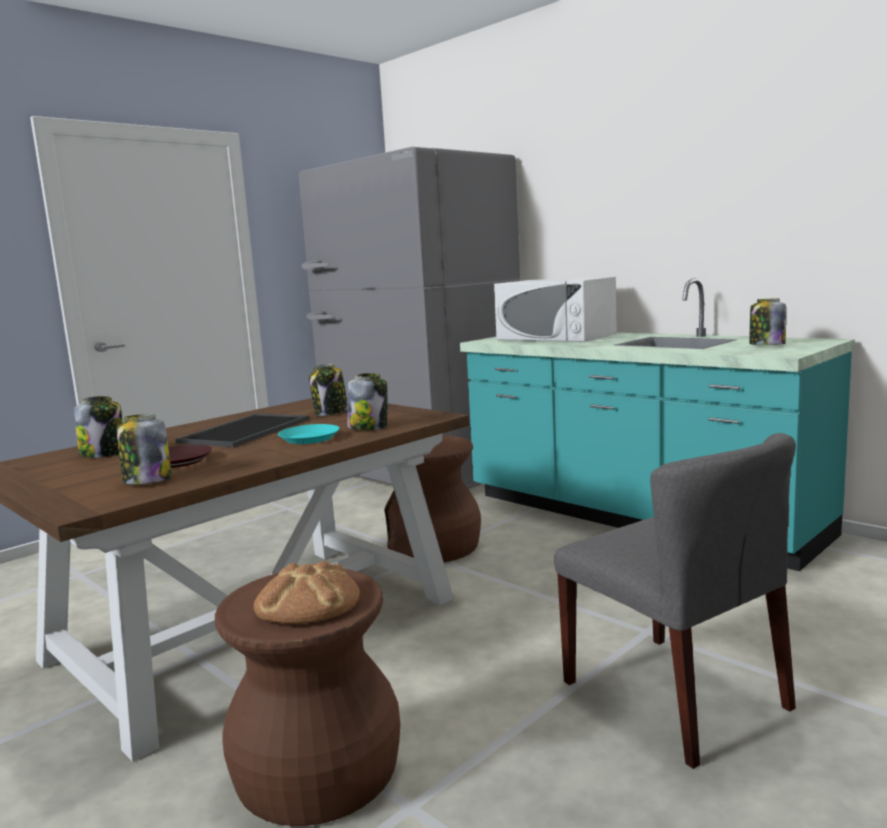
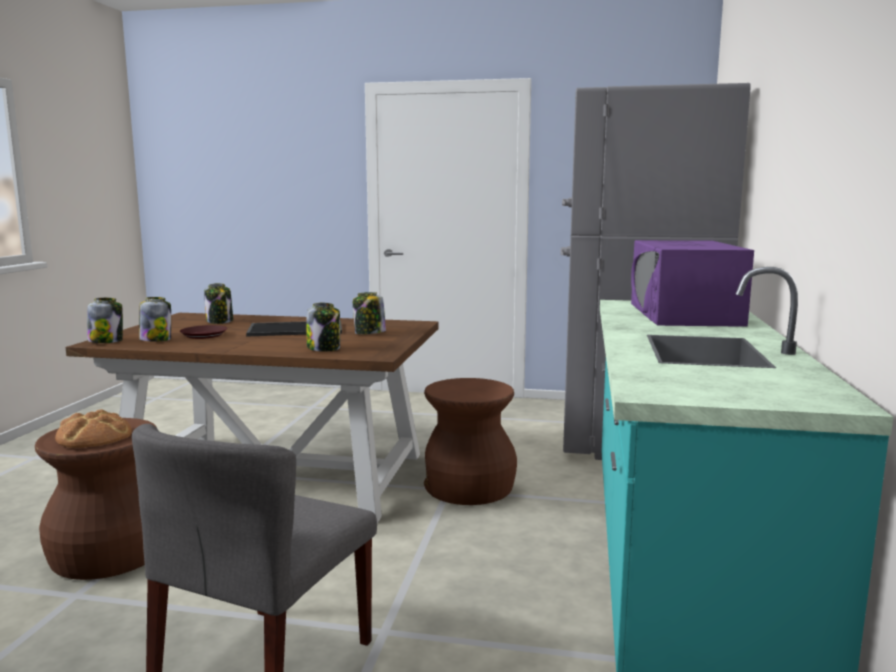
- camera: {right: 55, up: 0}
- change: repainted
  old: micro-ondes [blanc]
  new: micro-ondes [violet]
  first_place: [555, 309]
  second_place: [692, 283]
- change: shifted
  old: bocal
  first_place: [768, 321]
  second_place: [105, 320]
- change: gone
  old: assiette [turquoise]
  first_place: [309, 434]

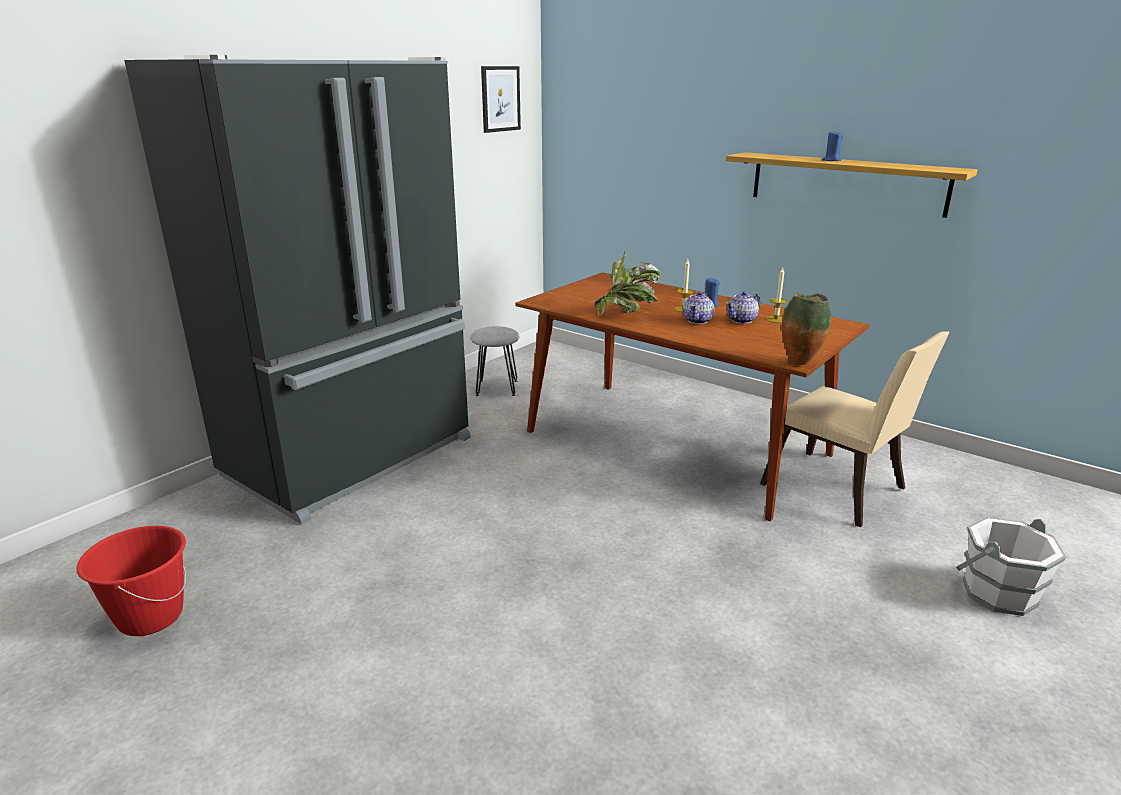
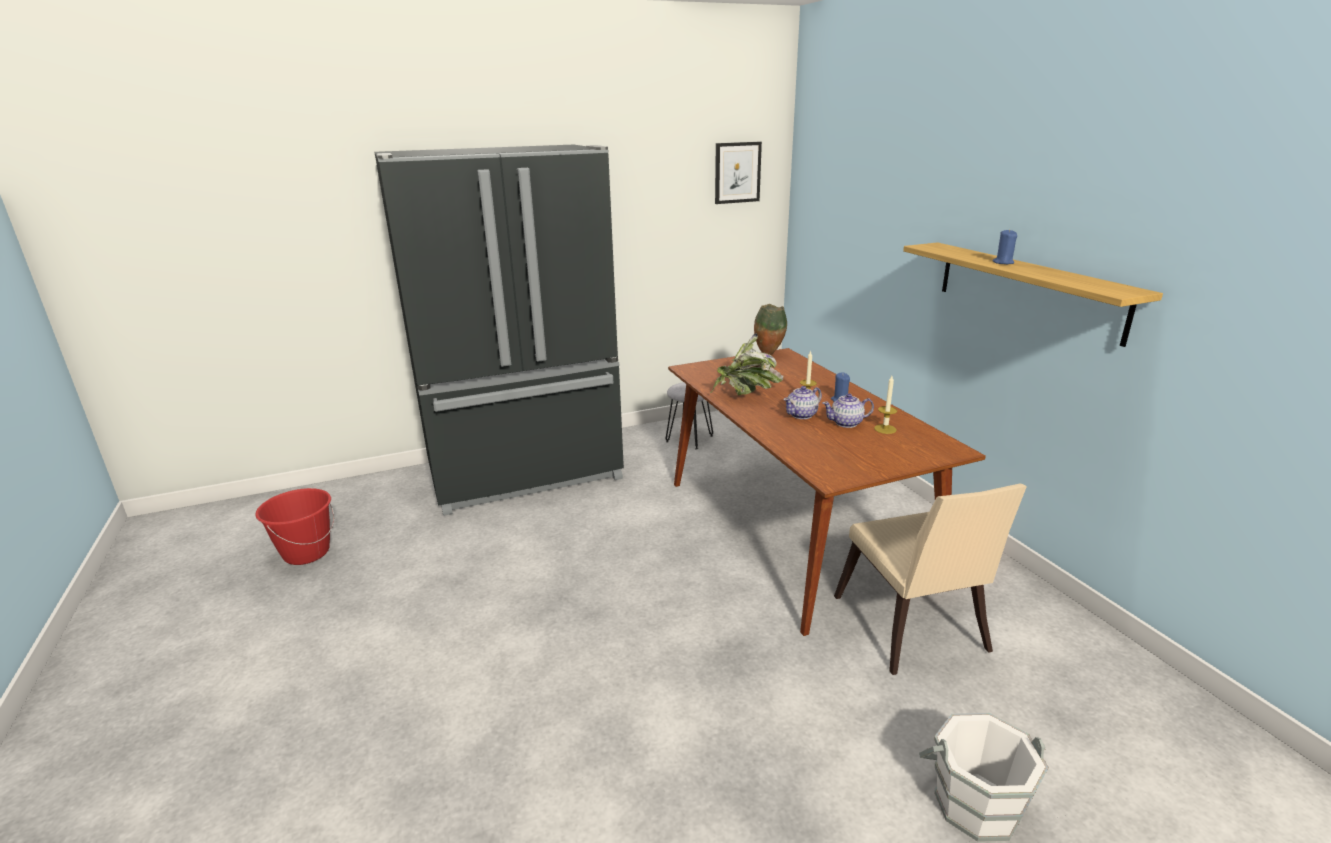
- camera: {right: 30, up: 0}
- change: shifted
  old: vase
  first_place: [806, 328]
  second_place: [770, 329]

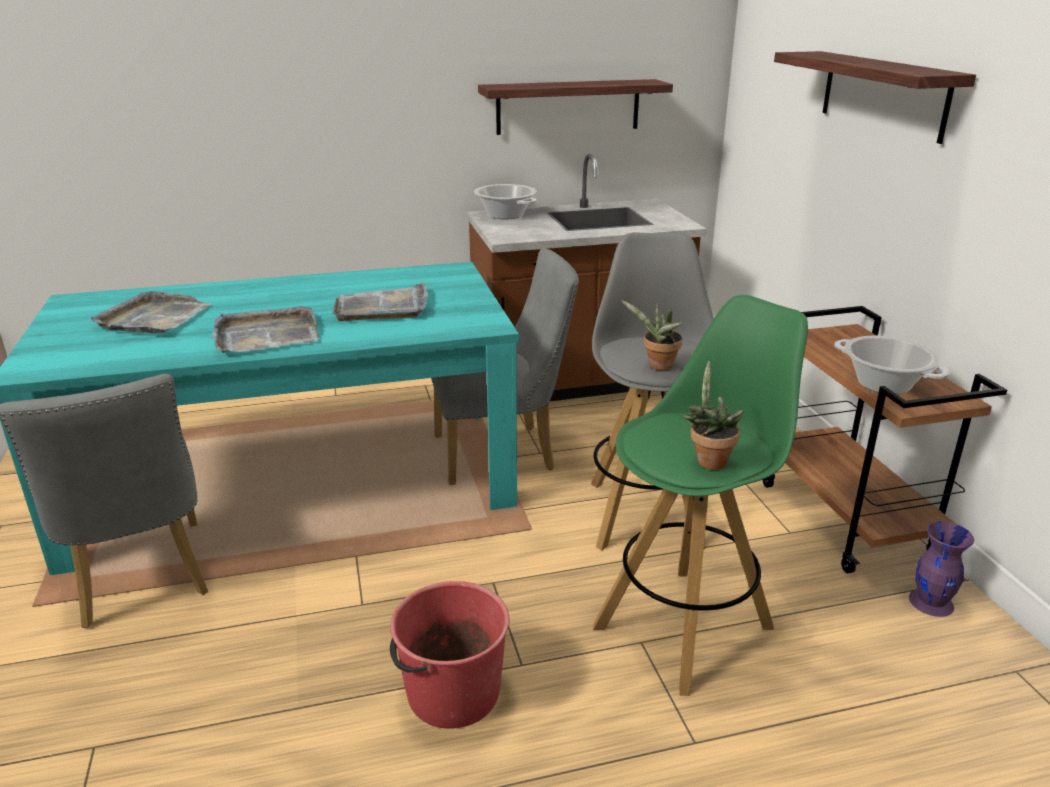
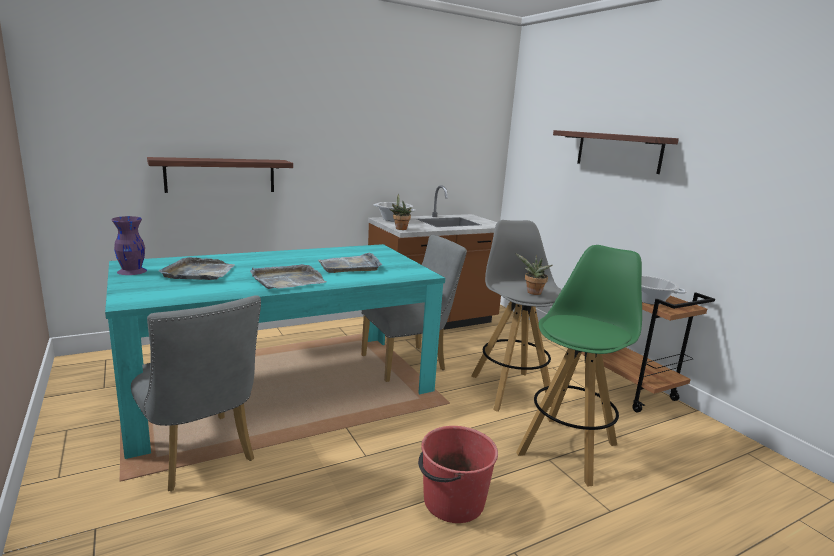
- camera: {right: -15, up: -10}
- change: shifted
  old: étagère
  first_place: [575, 107]
  second_place: [220, 175]
- change: shifted
  old: plante en pot
  first_place: [713, 415]
  second_place: [401, 212]
- change: shifted
  old: vase [violet]
  first_place: [941, 569]
  second_place: [129, 245]

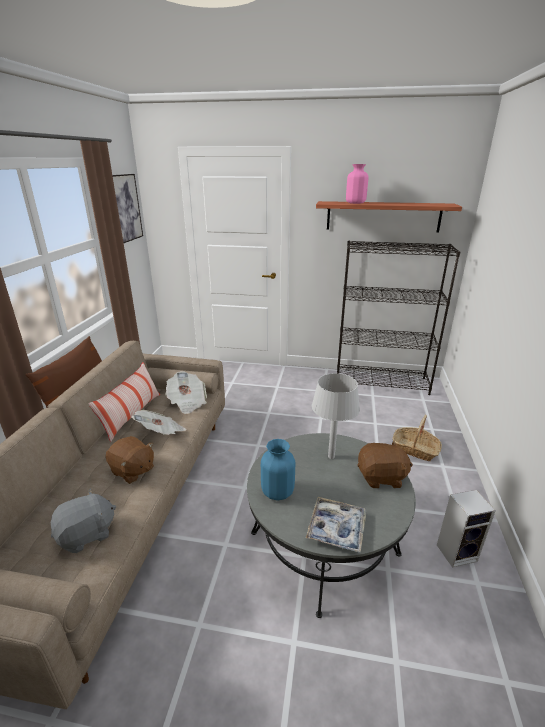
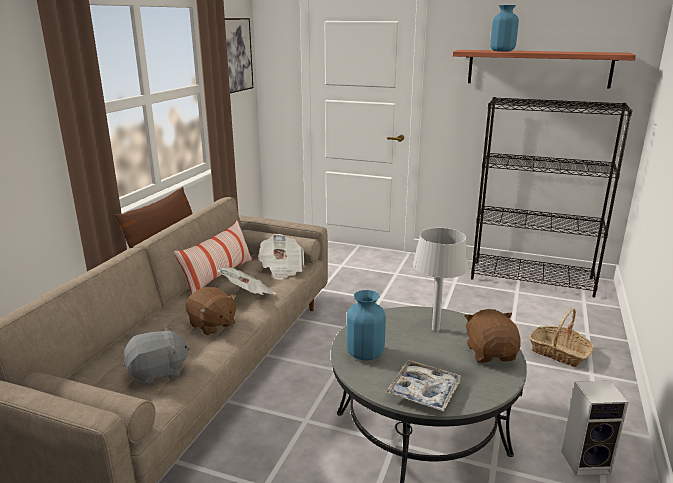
- camera: {right: 10, up: -5}
- change: repainted
  old: vase [rose]
  new: vase [bleu]
  first_place: [357, 184]
  second_place: [504, 28]
- change: rotated
  old: peluche [marron]
  first_place: [385, 464]
  second_place: [492, 336]
  degrees: -105

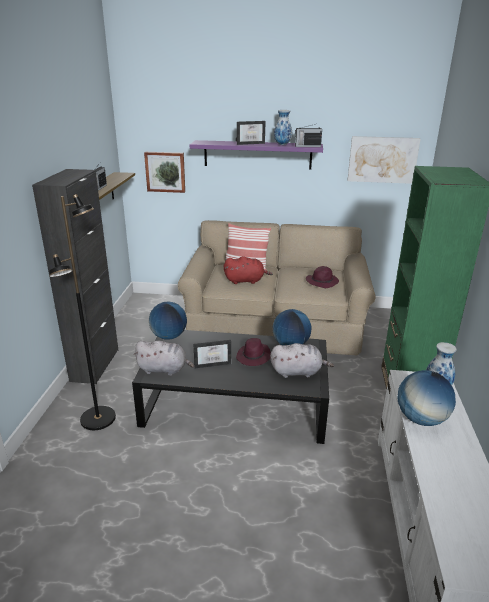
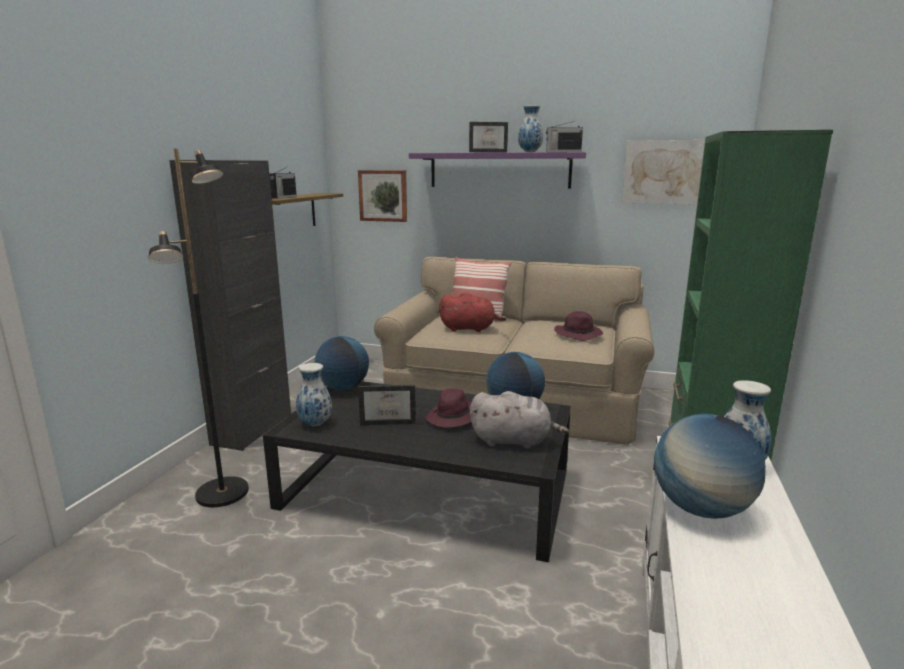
- camera: {right: 10, up: -10}
- change: swapped
  old: peluche [gris]
  new: vase
  first_place: [163, 358]
  second_place: [314, 394]

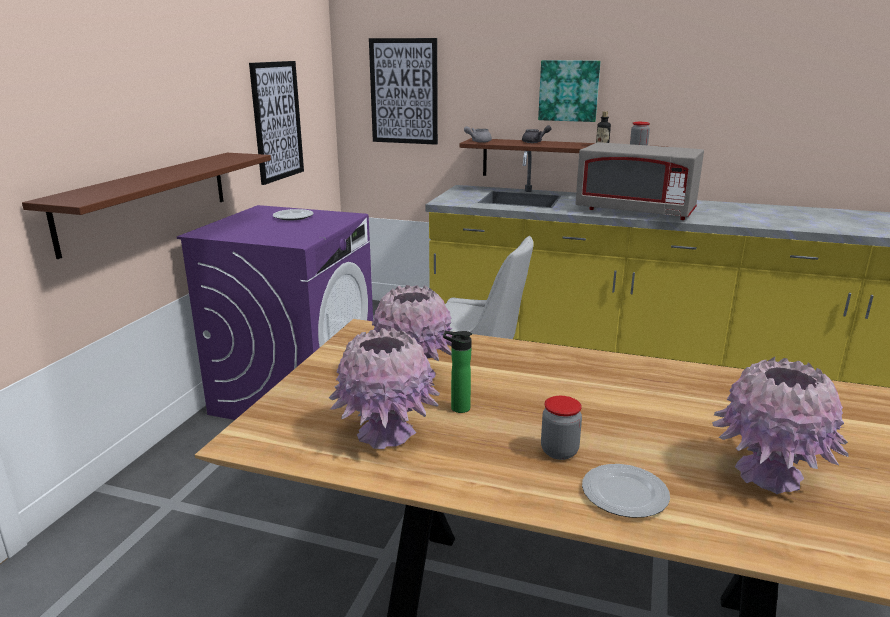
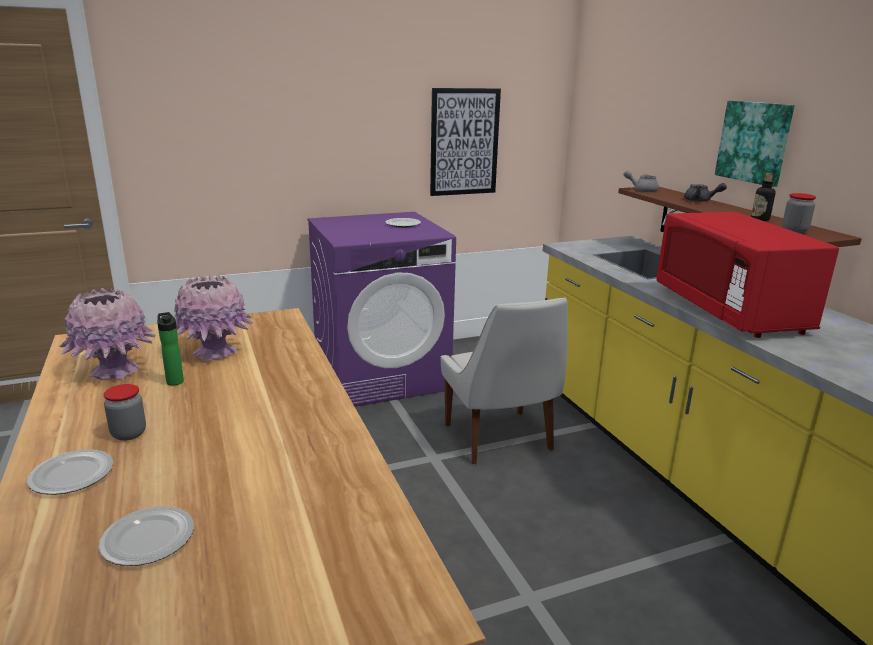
- camera: {right: 50, up: 0}
- change: gone
  old: tableau
  first_place: [403, 91]
- change: repainted
  old: micro-ondes [gris]
  new: micro-ondes [rouge]
  first_place: [639, 181]
  second_place: [748, 275]
- change: gone
  old: étagère [marron]
  first_place: [146, 206]
- change: swapped
  old: vase [rose]
  new: assiette
  first_place: [780, 425]
  second_place: [146, 536]

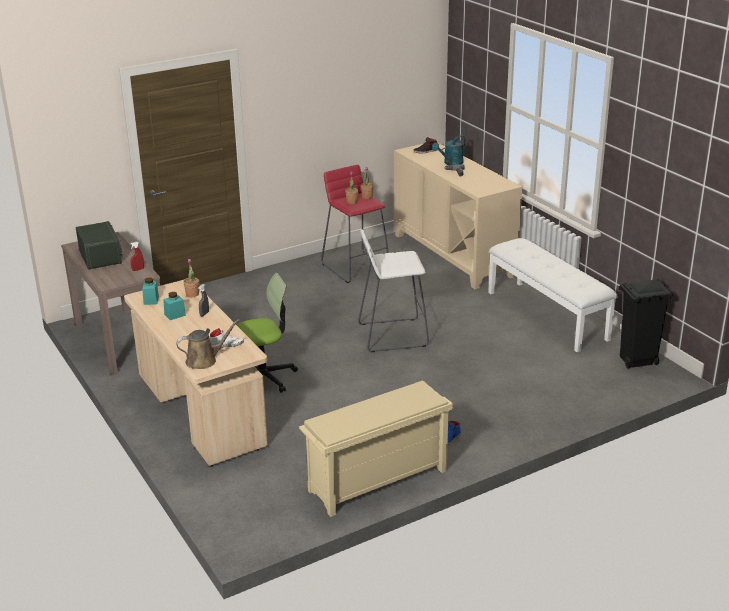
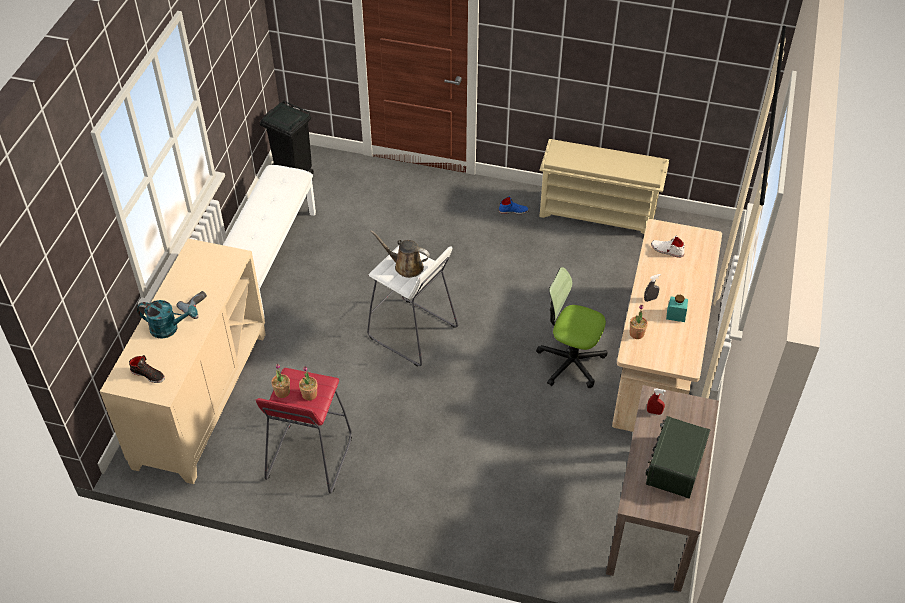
- camera: {right: -135, up: 20}
- change: gone
  old: bocal [turquoise]
  first_place: [150, 291]
- change: shifted
  old: arrosoir [marron]
  first_place: [208, 344]
  second_place: [400, 254]

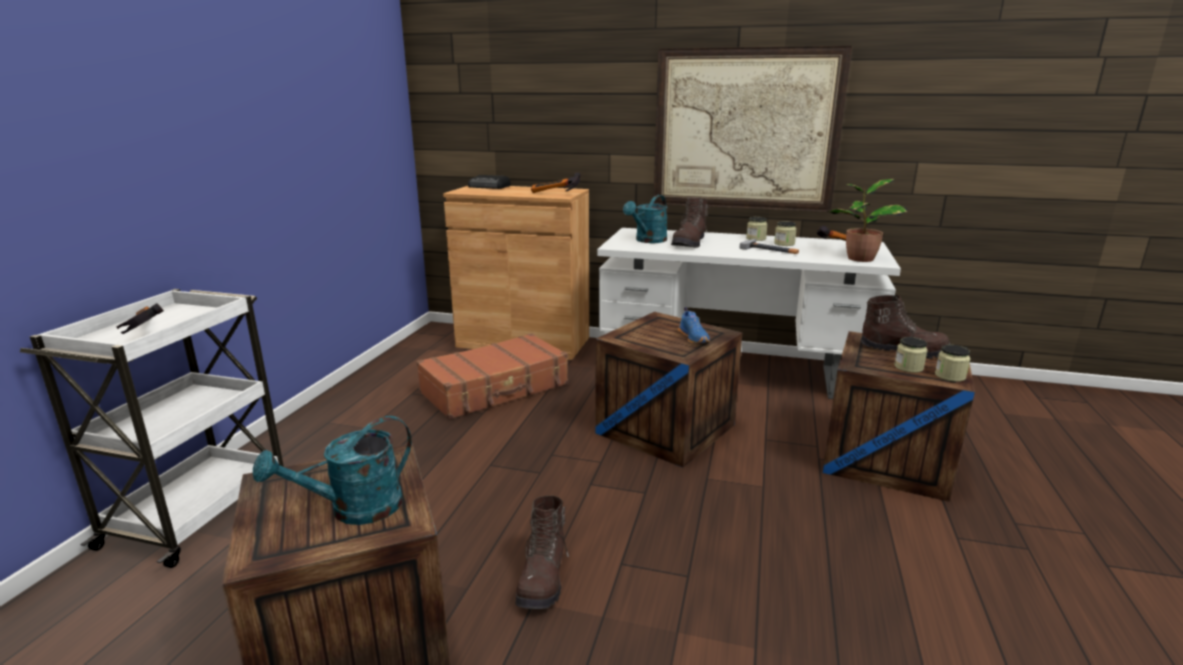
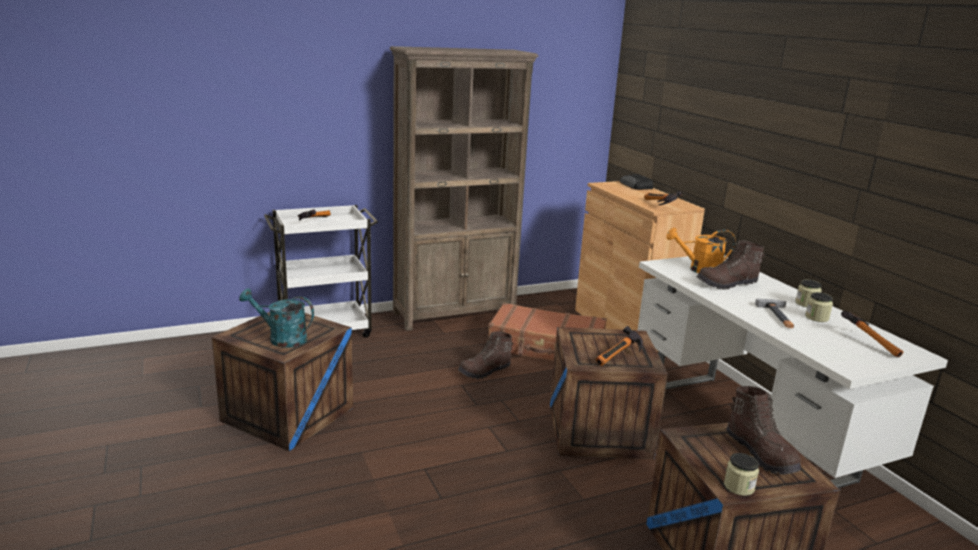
- camera: {right: 50, up: 0}
- change: gone
  old: tableau
  first_place: [752, 129]
- change: gone
  old: plante en pot
  first_place: [868, 220]
- change: repainted
  old: arrosoir [turquoise]
  new: arrosoir [orange]
  first_place: [645, 219]
  second_place: [700, 250]
- change: swapped
  old: chaussure [bleu]
  new: marteau
  first_place: [694, 325]
  second_place: [619, 346]
- change: gone
  old: bocal
  first_place: [911, 355]
- change: shifted
  old: botte [marron]
  first_place: [542, 552]
  second_place: [485, 355]
- change: new
  new: bibliothèque [marron]
  second_place: [464, 188]

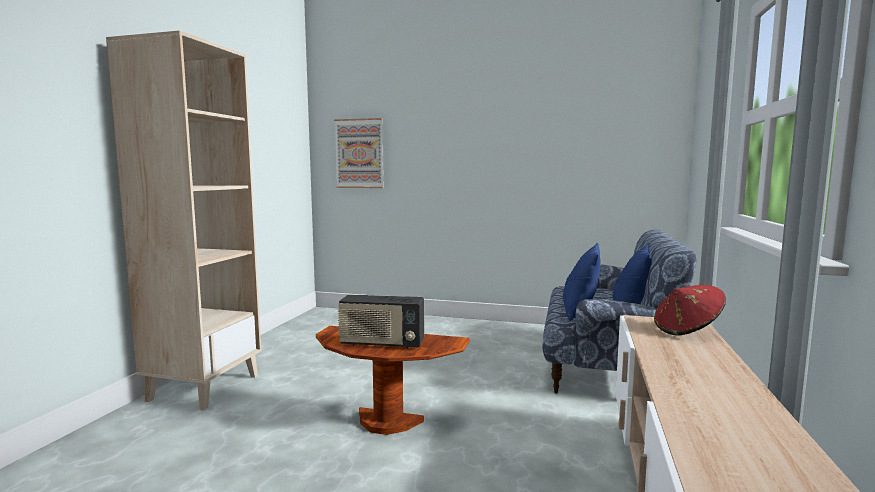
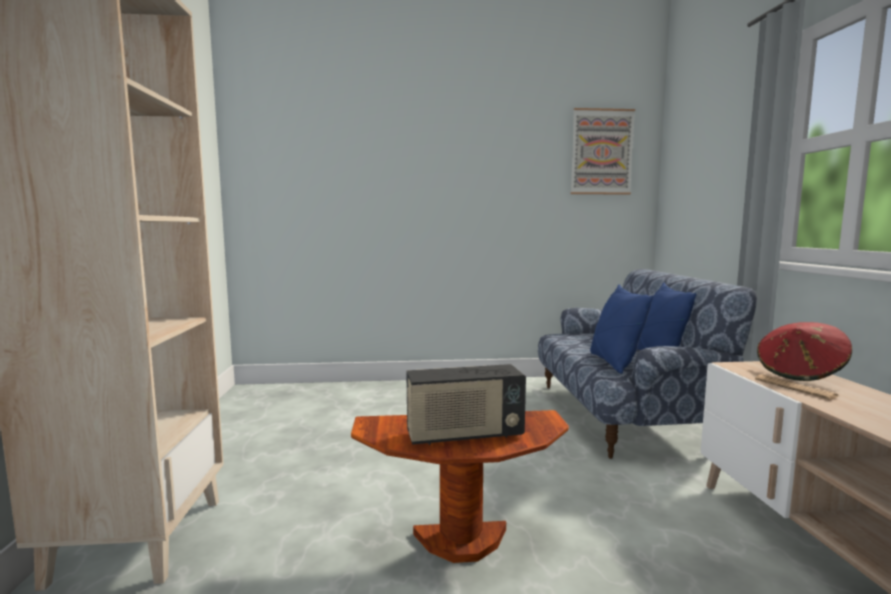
- camera: {right: -20, up: 0}
- change: shifted
  old: tableau
  first_place: [359, 153]
  second_place: [602, 151]
- change: new
  new: journal
  second_place: [797, 387]

